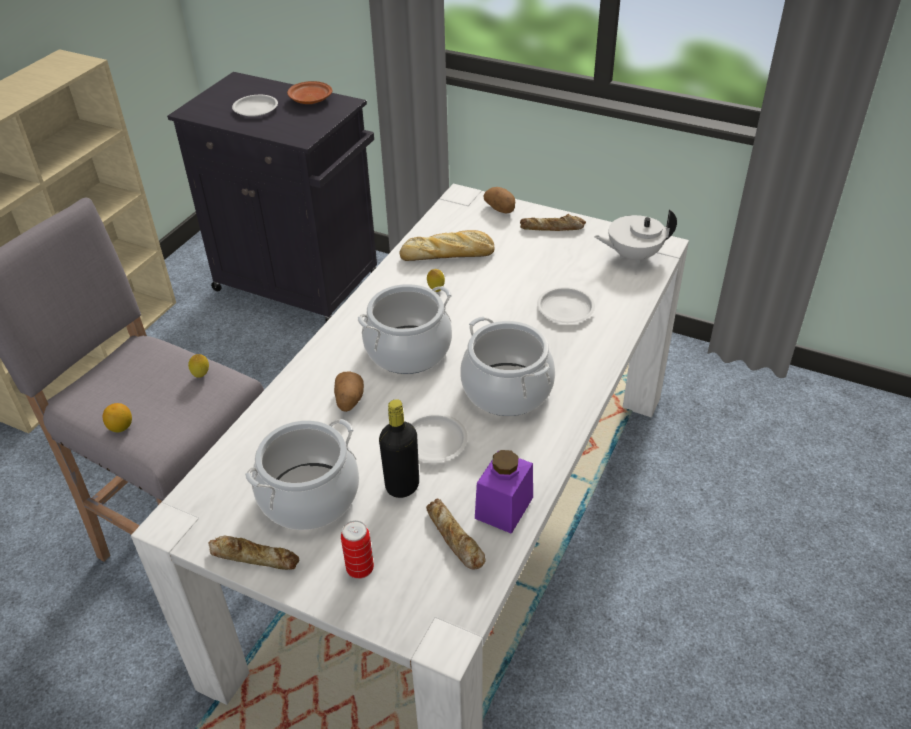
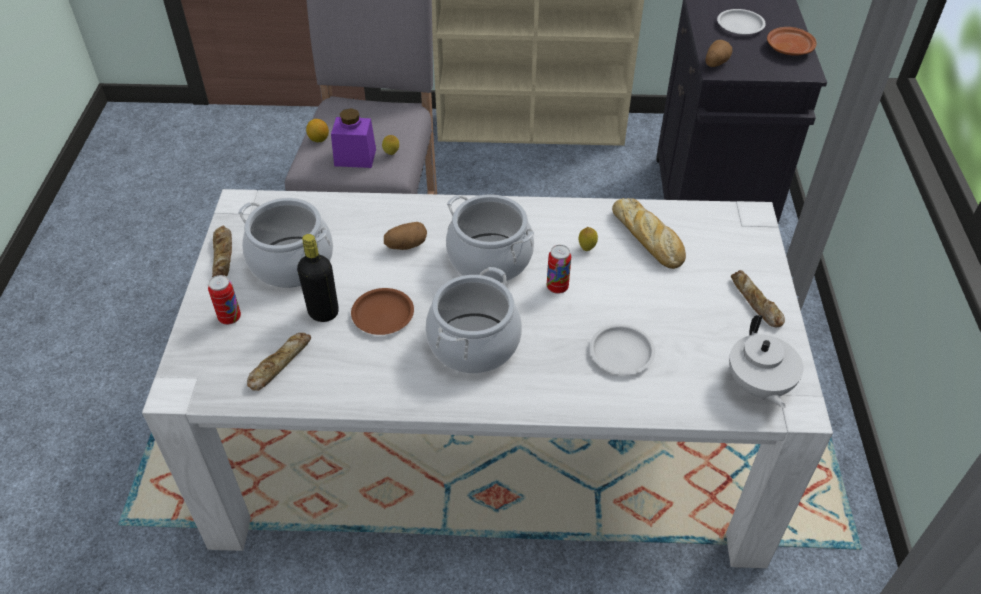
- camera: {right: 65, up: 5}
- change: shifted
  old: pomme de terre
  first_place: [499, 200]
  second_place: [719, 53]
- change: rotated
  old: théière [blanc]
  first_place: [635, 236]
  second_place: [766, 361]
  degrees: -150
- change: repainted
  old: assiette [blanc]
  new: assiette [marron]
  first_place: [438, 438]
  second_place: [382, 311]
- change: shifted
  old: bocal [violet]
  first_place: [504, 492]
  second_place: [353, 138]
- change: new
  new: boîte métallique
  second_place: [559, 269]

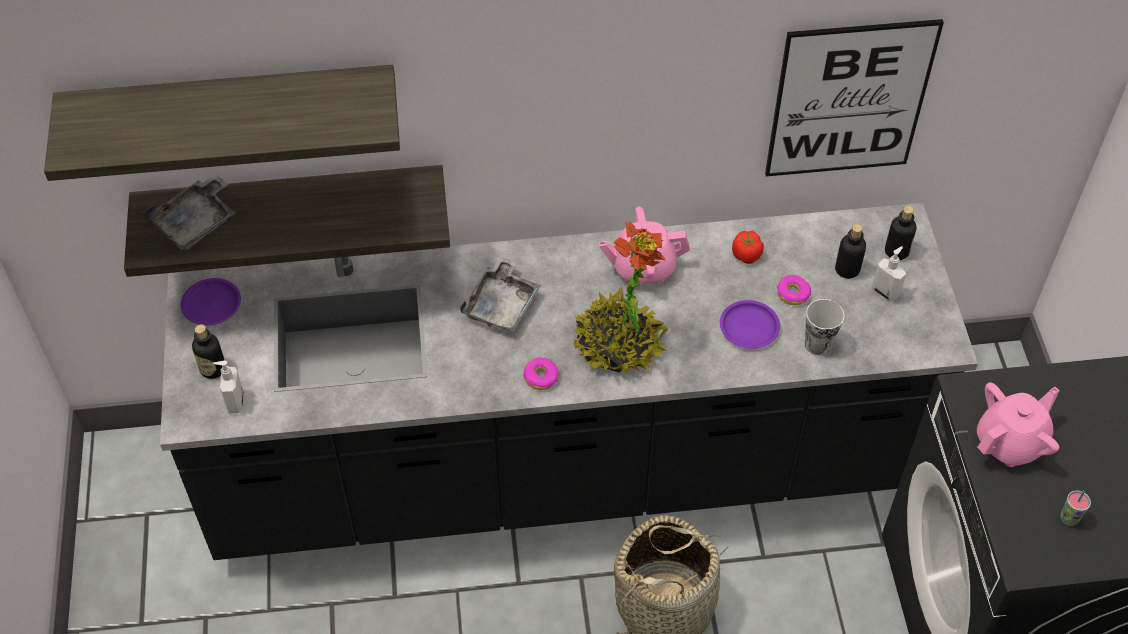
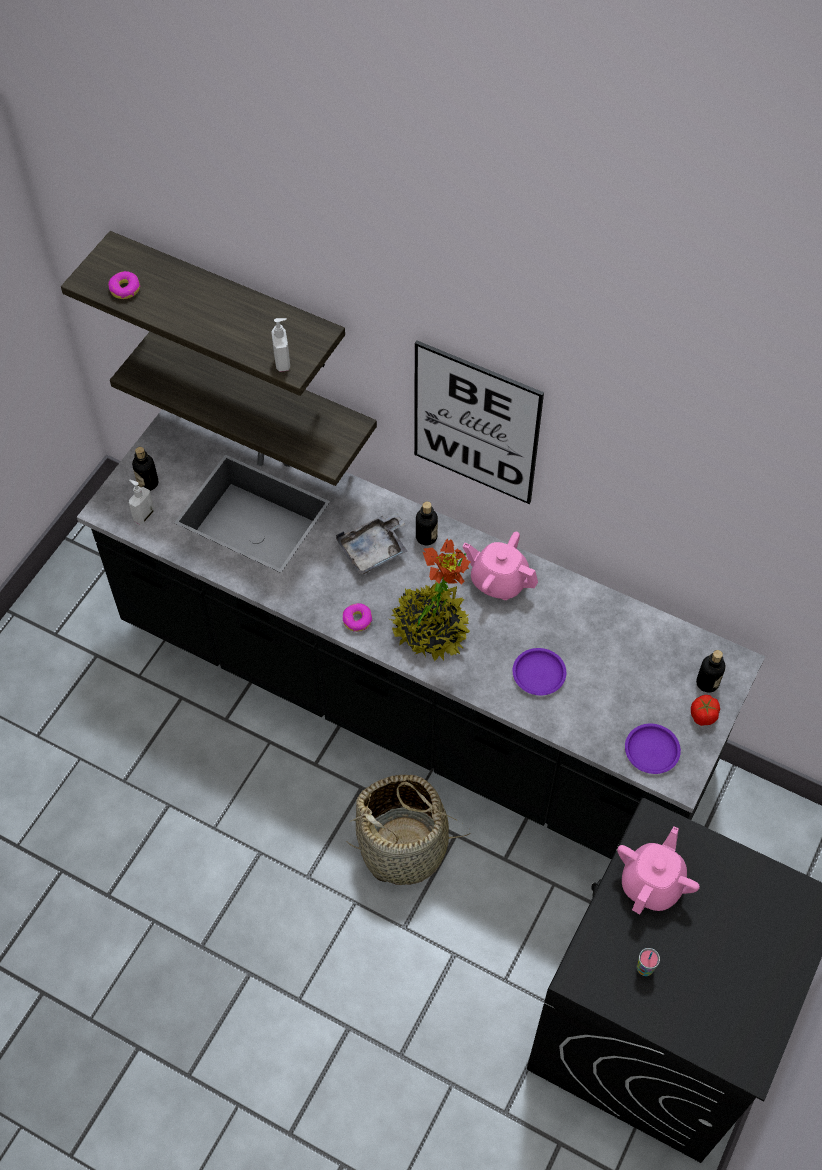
- camera: {right: 35, up: 5}
- change: shifted
  old: tableau
  first_place: [854, 97]
  second_place: [479, 422]
- change: gone
  old: plateau [gris]
  first_place: [189, 212]
- change: shifted
  old: bouteille
  first_place: [850, 251]
  second_place: [427, 523]
- change: shifted
  old: tomate
  first_place: [748, 247]
  second_place: [705, 710]
- change: shifted
  old: distributeur de savon
  first_place: [889, 274]
  second_place: [280, 345]
- change: shifted
  old: beignet
  first_place: [794, 290]
  second_place: [124, 285]
- change: shifted
  old: assiette [violet]
  first_place: [211, 302]
  second_place: [653, 749]
- change: gone
  old: tasse
  first_place: [825, 327]
- change: rotated
  old: théière [rose]
  first_place: [1018, 425]
  second_place: [658, 870]
  degrees: -60

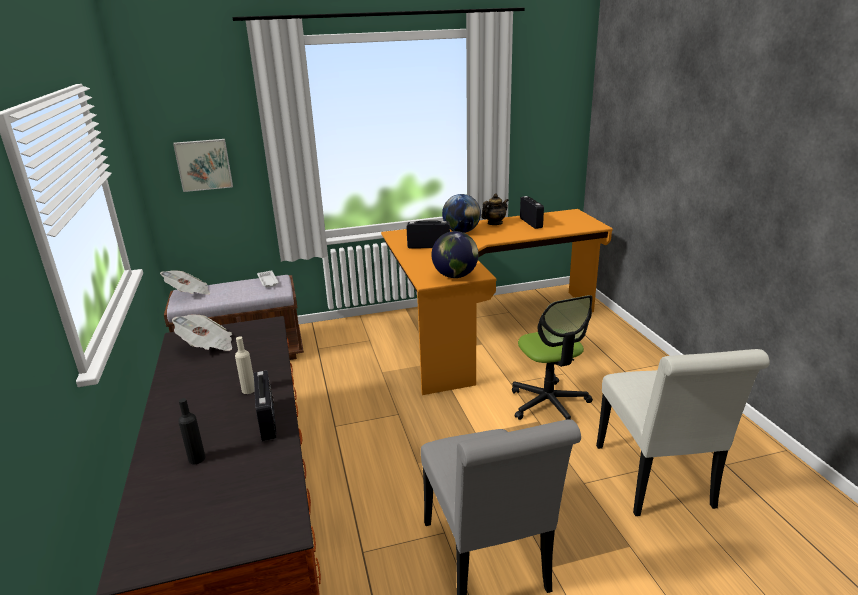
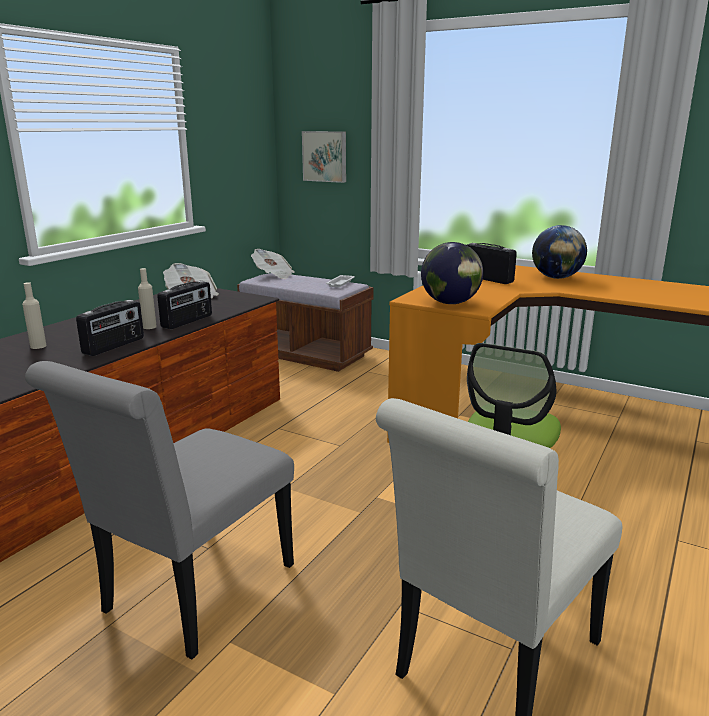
- camera: {right: 45, up: -5}
- change: gone
  old: théière
  first_place: [495, 209]
- change: shifted
  old: radio
  first_place: [532, 212]
  second_place: [184, 305]
- change: repainted
  old: bouteille [noir]
  new: bouteille [beige]
  first_place: [192, 431]
  second_place: [34, 315]

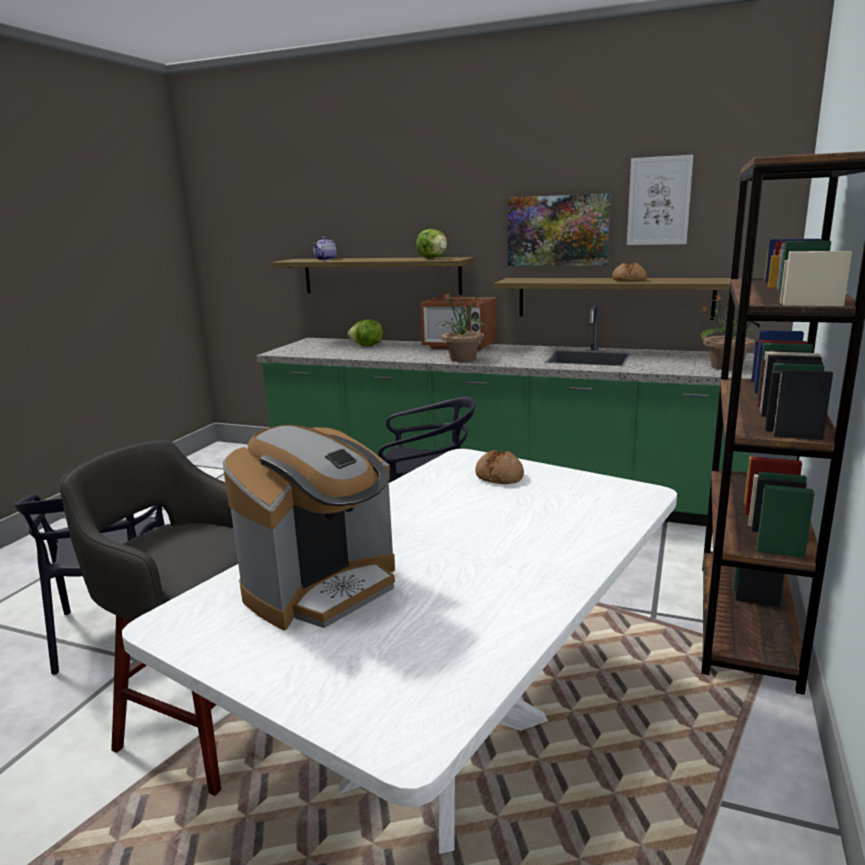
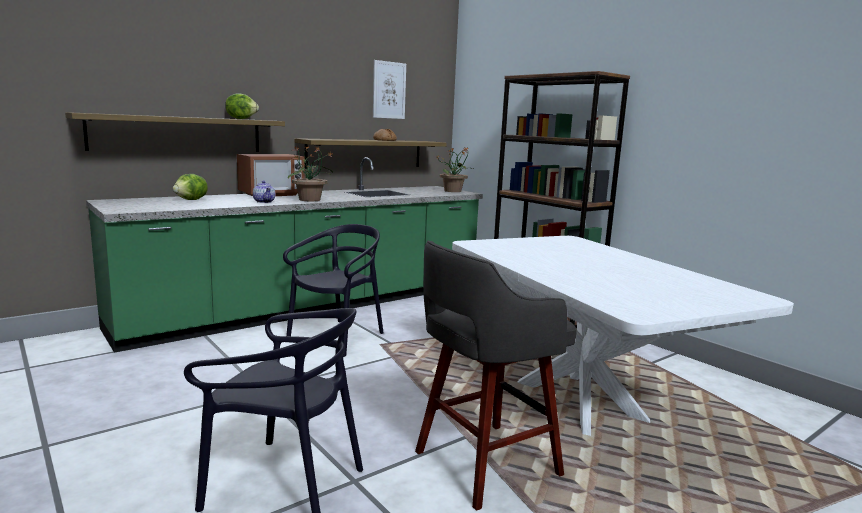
- camera: {right: -60, up: -5}
- change: gone
  old: tableau
  first_place: [559, 229]
- change: shifted
  old: théière
  first_place: [325, 248]
  second_place: [264, 192]
- change: gone
  old: machine à café
  first_place: [309, 527]
- change: gone
  old: pain
  first_place: [499, 467]

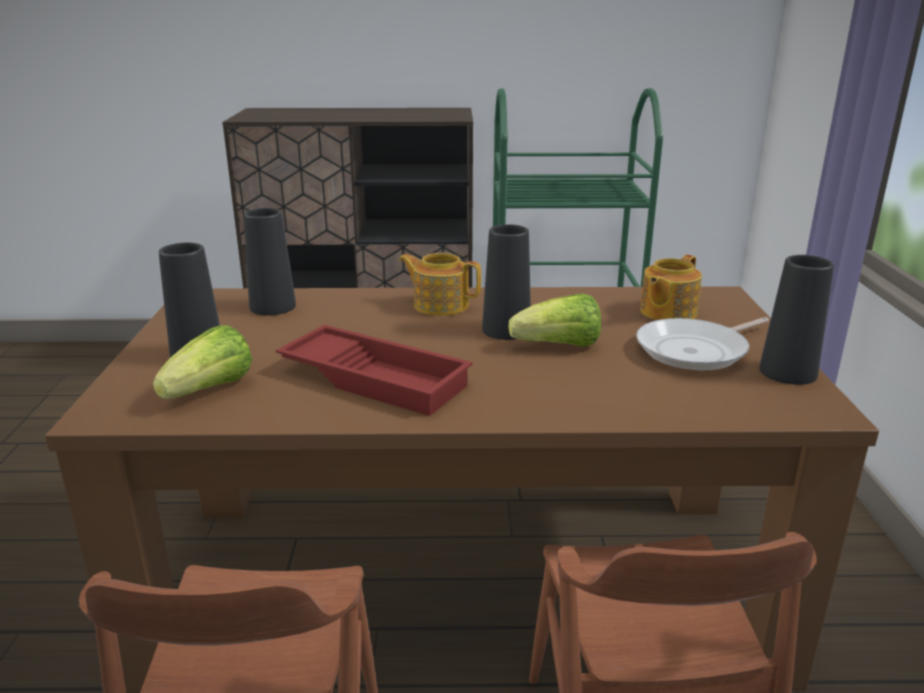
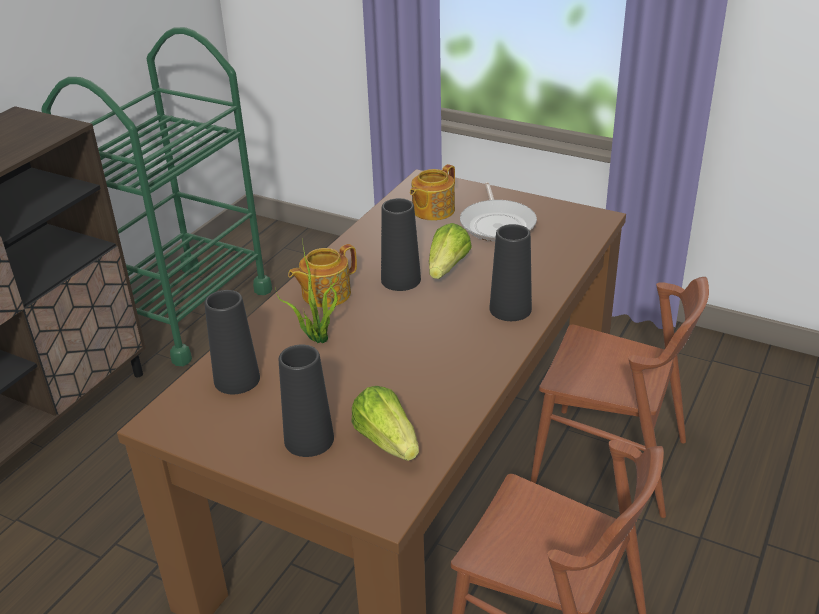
- camera: {right: -60, up: 10}
- change: rotated
  old: théière
  first_place: [671, 287]
  second_place: [432, 192]
  degrees: 60
- change: shifted
  old: vase [noir]
  first_place: [796, 320]
  second_place: [511, 272]
- change: gone
  old: plateau [rouge]
  first_place: [374, 370]
- change: new
  new: plante en pot
  second_place: [307, 295]

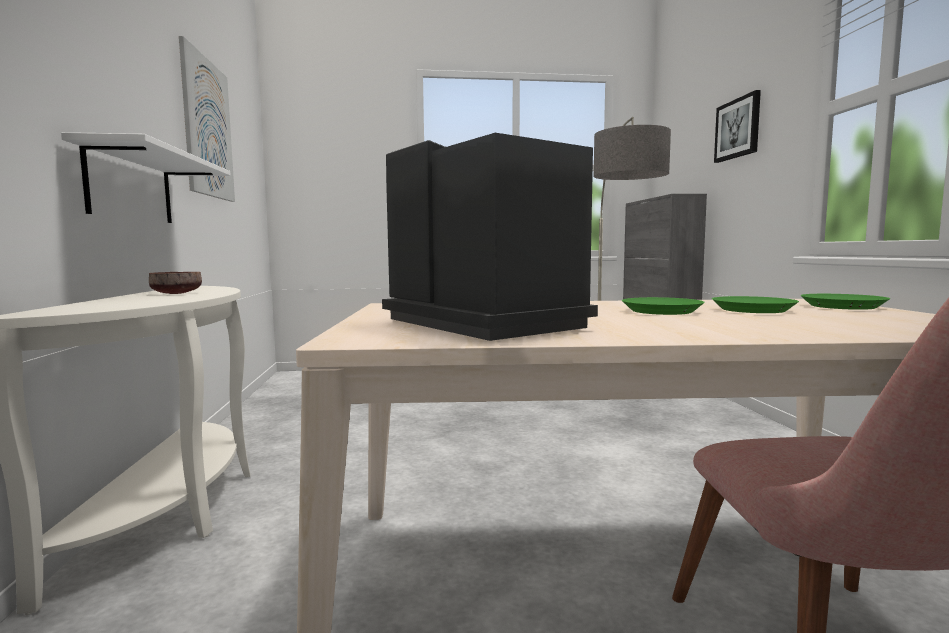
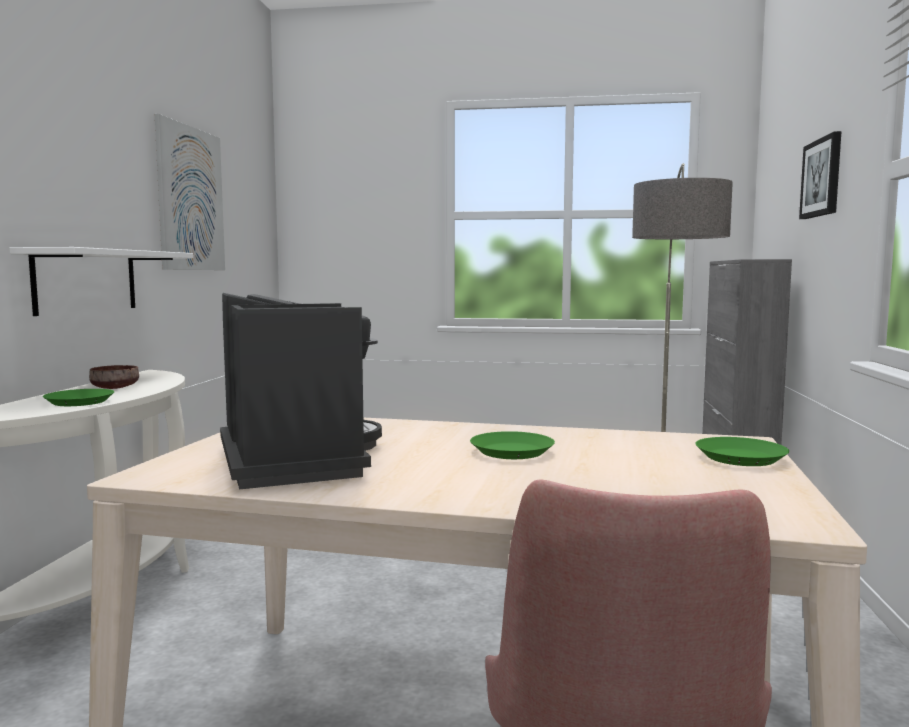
- camera: {right: 15, up: 0}
- change: shifted
  old: assiette [vert]
  first_place: [755, 304]
  second_place: [79, 397]

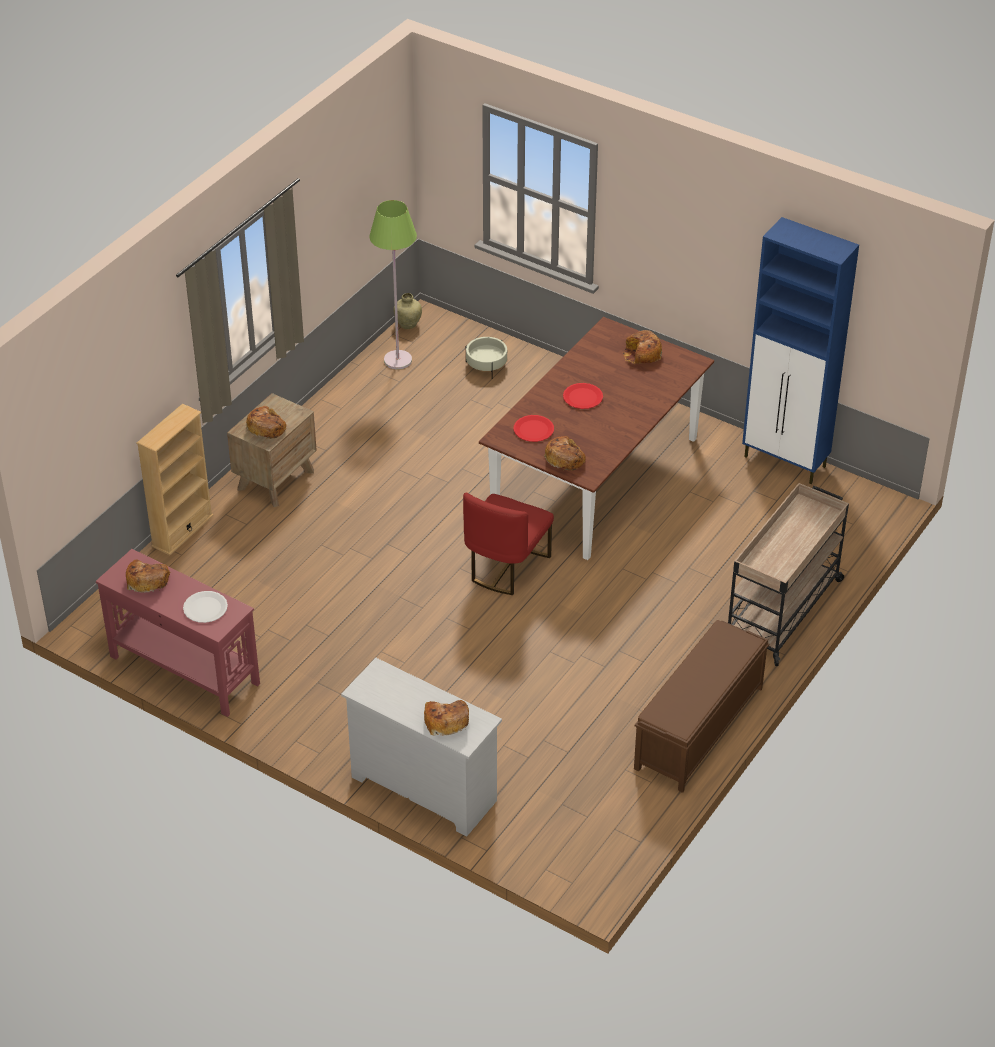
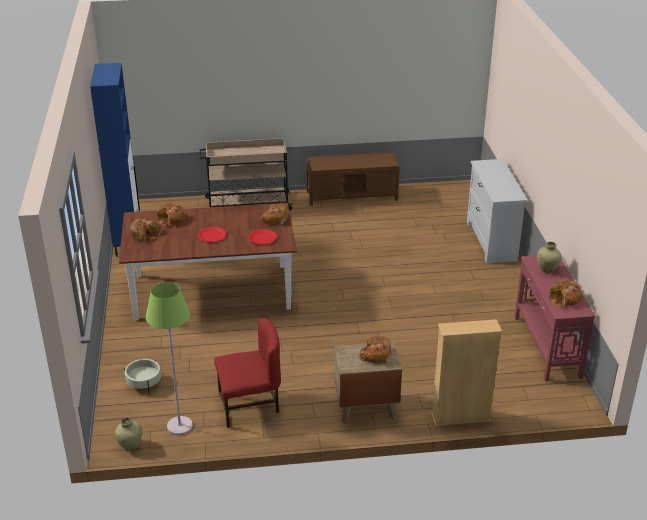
- camera: {right: -130, up: -10}
- change: shifted
  old: chaise [rouge]
  first_place: [508, 543]
  second_place: [247, 373]
- change: swapped
  old: assiette [blanc]
  new: vase [beige]
  first_place: [205, 607]
  second_place: [549, 257]
- change: shifted
  old: pain
  first_place: [446, 718]
  second_place: [170, 214]

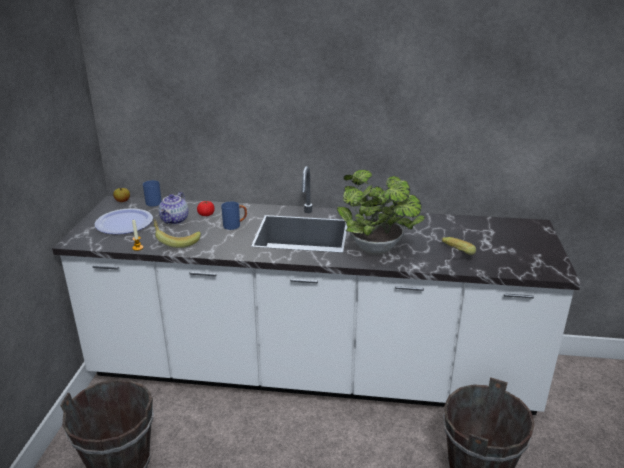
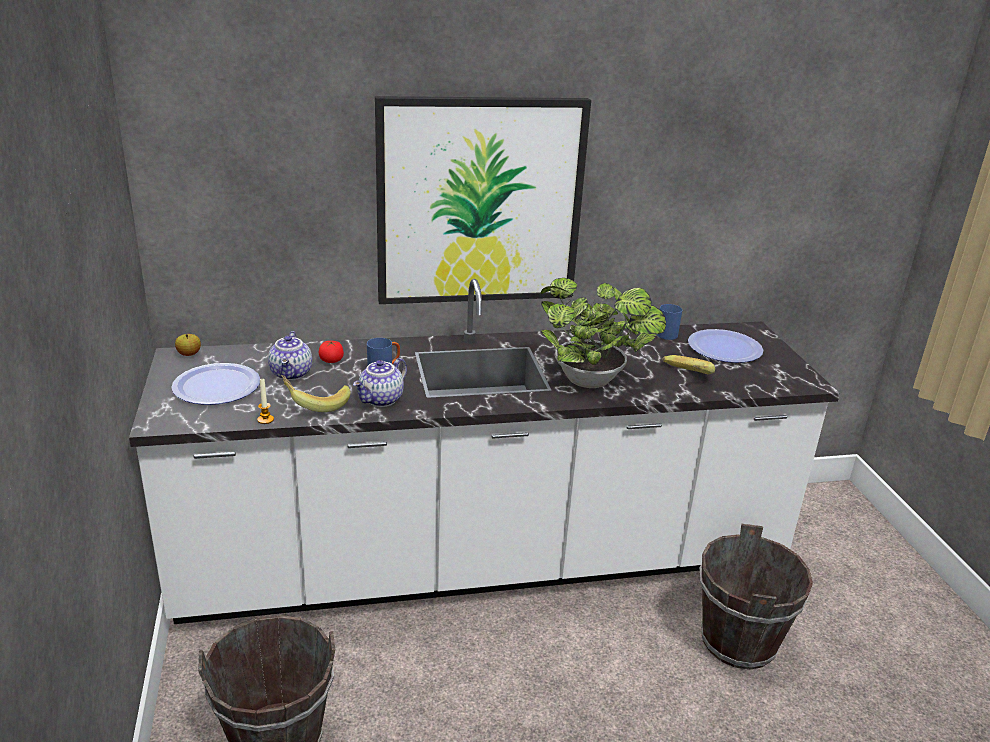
- camera: {right: -20, up: 0}
- change: shifted
  old: mug [bleu]
  first_place: [152, 193]
  second_place: [669, 322]
- change: new
  new: tableau
  second_place: [483, 200]
- change: new
  new: assiette
  second_place: [725, 346]
- change: new
  new: théière
  second_place: [380, 382]

